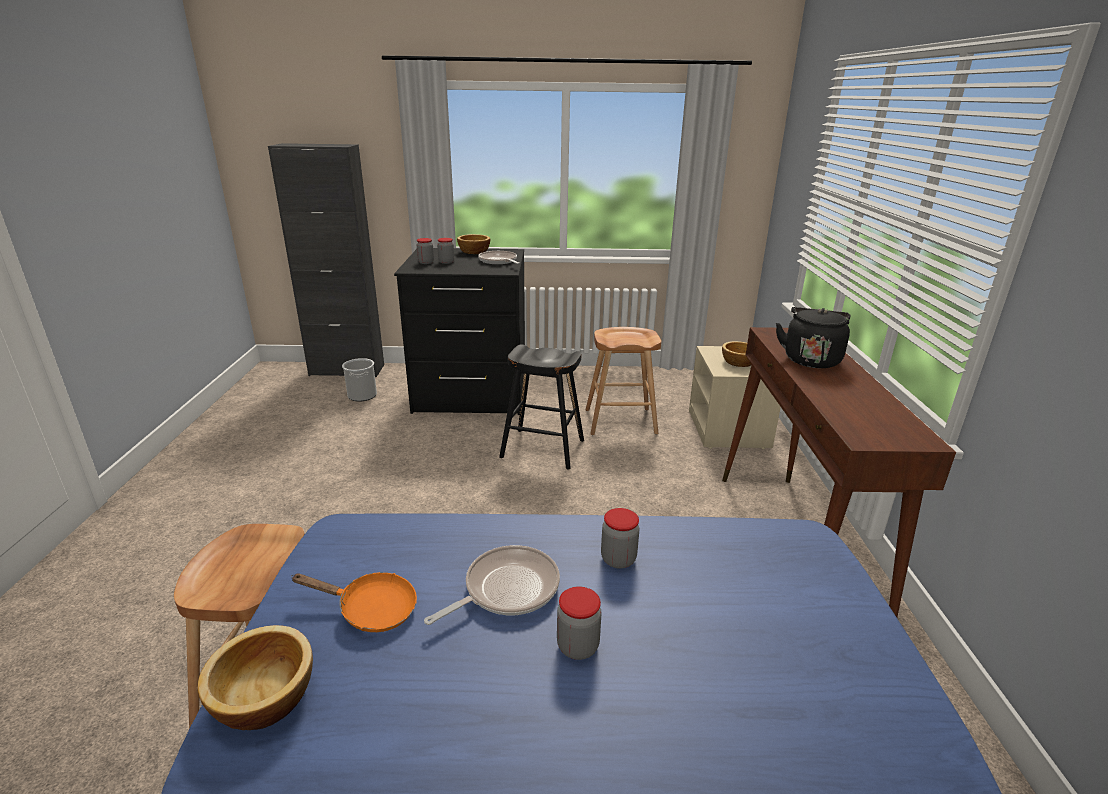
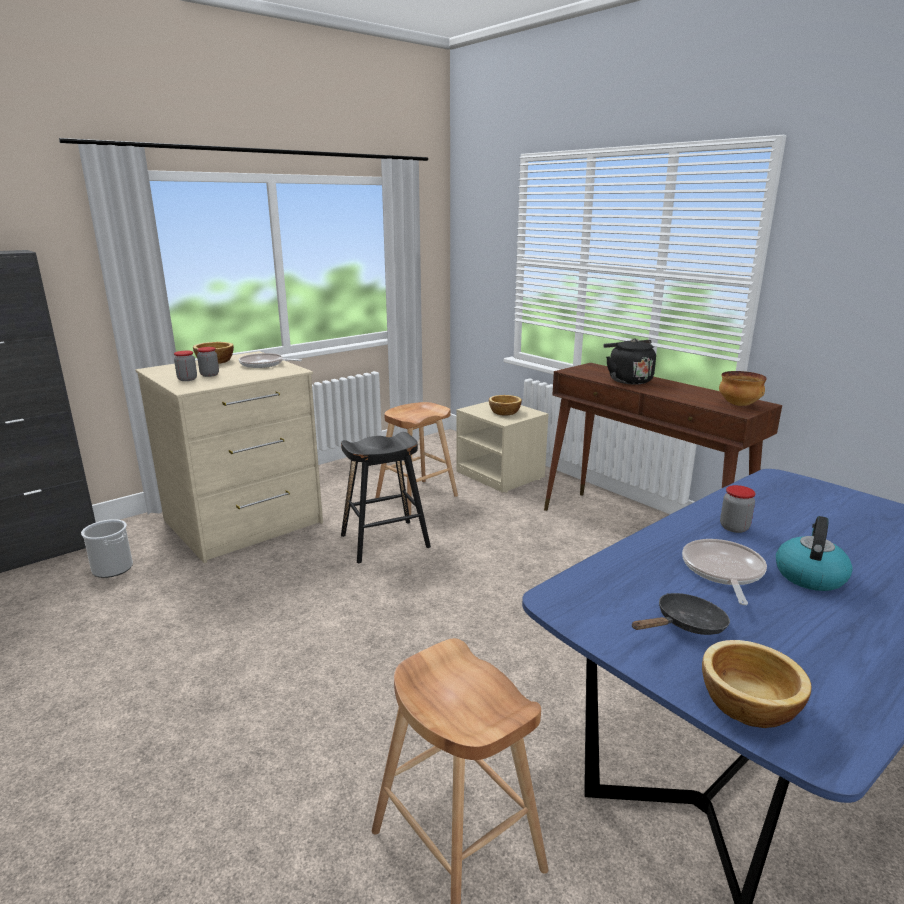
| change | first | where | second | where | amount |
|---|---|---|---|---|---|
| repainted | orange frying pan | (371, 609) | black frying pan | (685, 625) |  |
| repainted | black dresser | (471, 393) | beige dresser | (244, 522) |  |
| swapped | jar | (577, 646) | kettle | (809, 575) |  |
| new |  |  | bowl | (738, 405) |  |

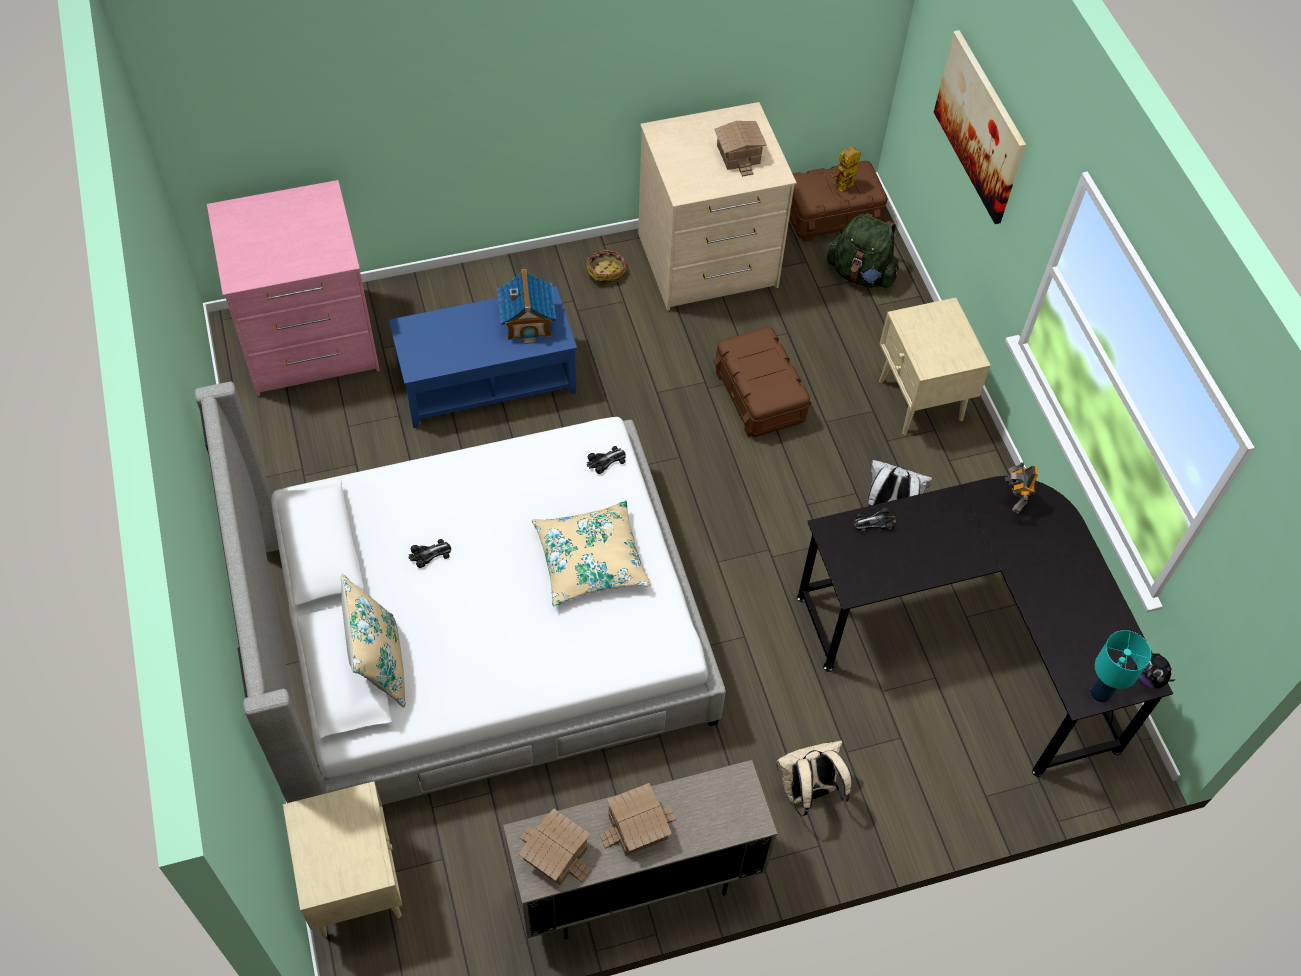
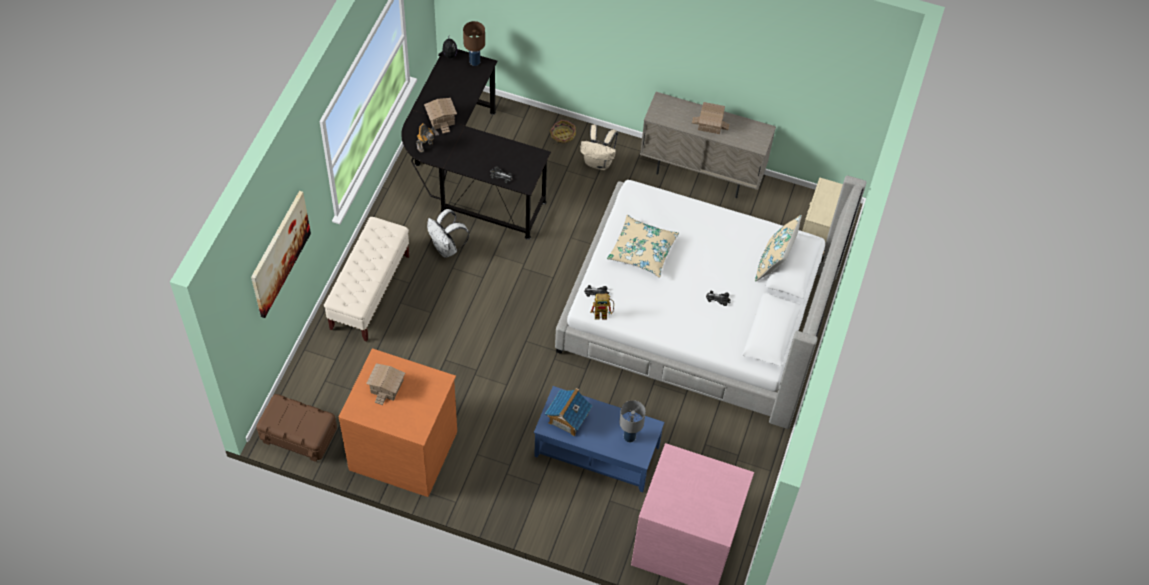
| change | first | where | second | where | amount |
|---|---|---|---|---|---|
| shifted | toy house | (556, 853) |  | (440, 119) |  |
| shifted | basket | (606, 271) |  | (562, 136) |  |
| repainted | beige dresser | (708, 262) | orange dresser | (404, 449) |  |
| gone | brown storage box | (758, 396) |  |  |  |
| gone | green backpack | (861, 274) |  |  |  |
| shifted | toy robot | (842, 188) |  | (603, 314) |  |
| swapped | beige nightstand | (920, 401) | beige bench | (370, 292) |  |
| repainted | turquoise table lamp | (1100, 692) | brown table lamp | (474, 62) |  |
| new |  |  | grey table lamp | (630, 437) |  |

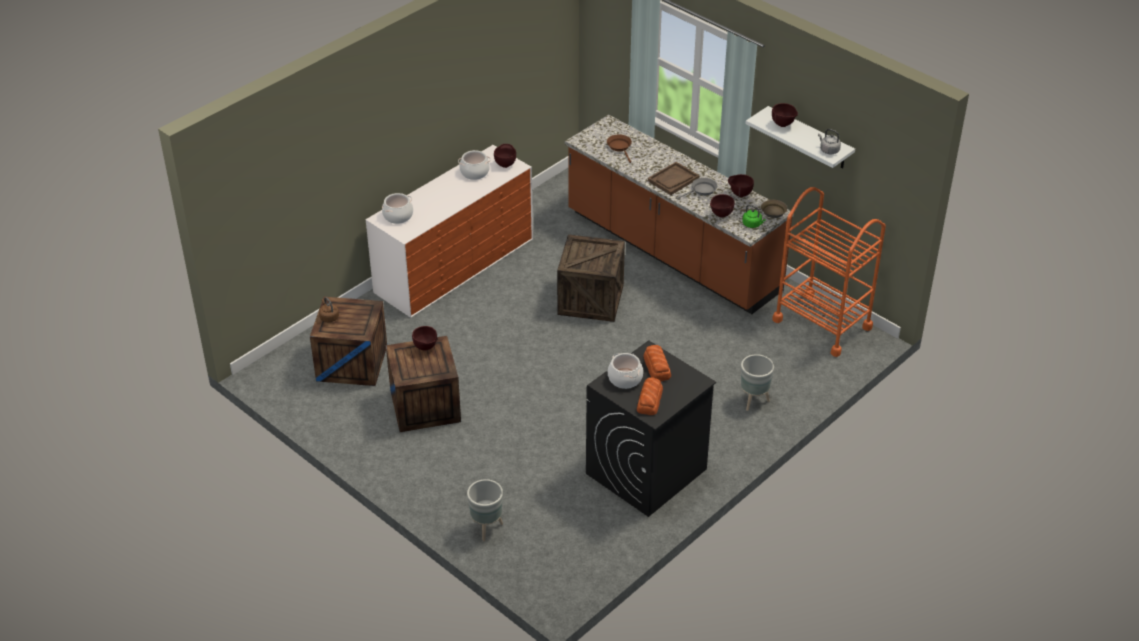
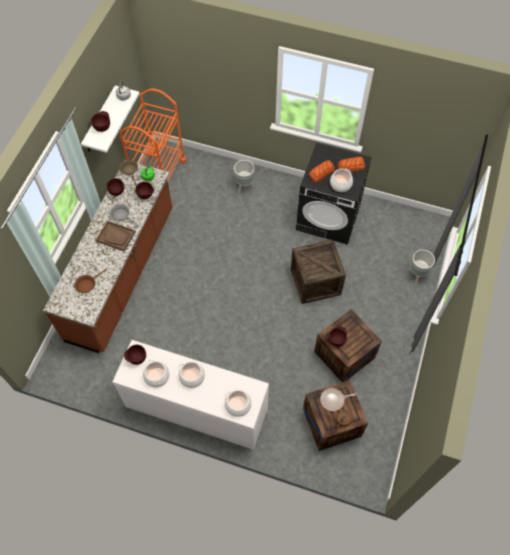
| change | first | where | second | where | amount |
|---|---|---|---|---|---|
| shifted | crate | (590, 299) |  | (315, 281) |  |
| new |  |  | cooking pot | (192, 377) |  |
| new |  |  | frying pan | (333, 400) |  |

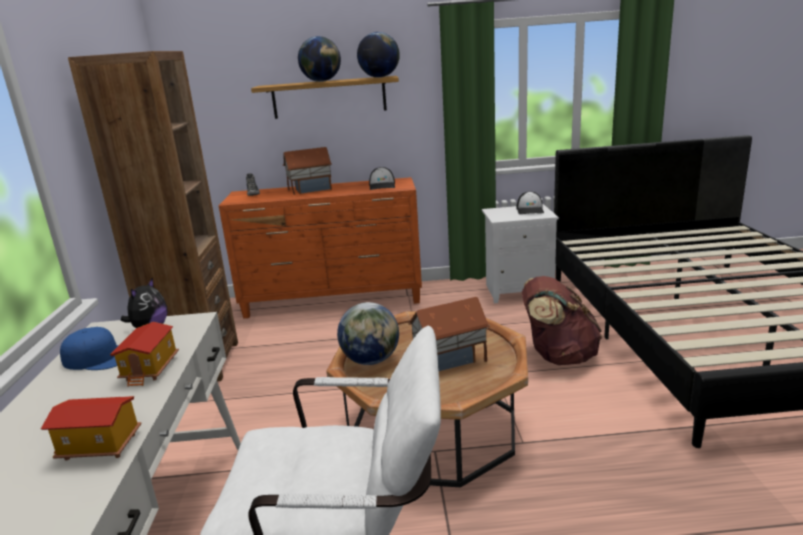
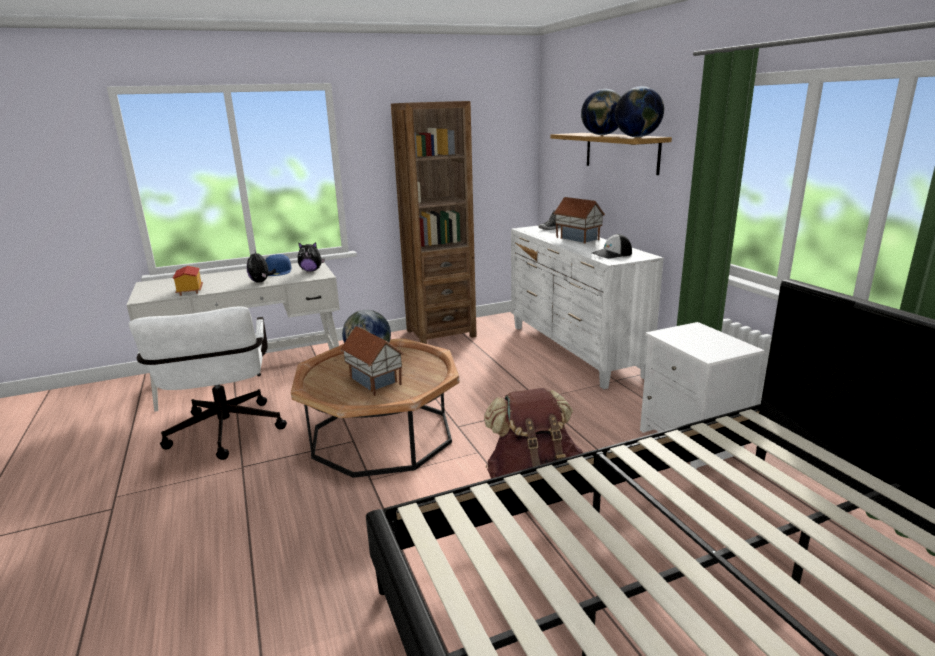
| change | first | where | second | where | amount |
|---|---|---|---|---|---|
| swapped | toy house | (151, 369) | plush toy | (261, 281) |  |
| repainted | orange dresser | (334, 301) | white dresser | (574, 351) |  |
| gone | cap | (530, 210) |  |  |  |

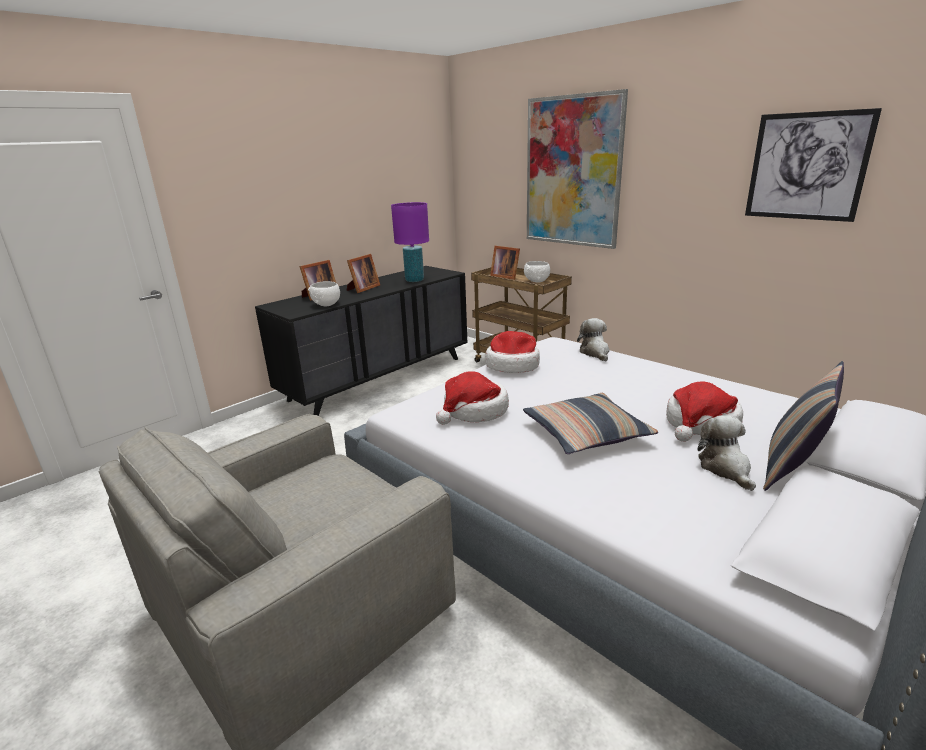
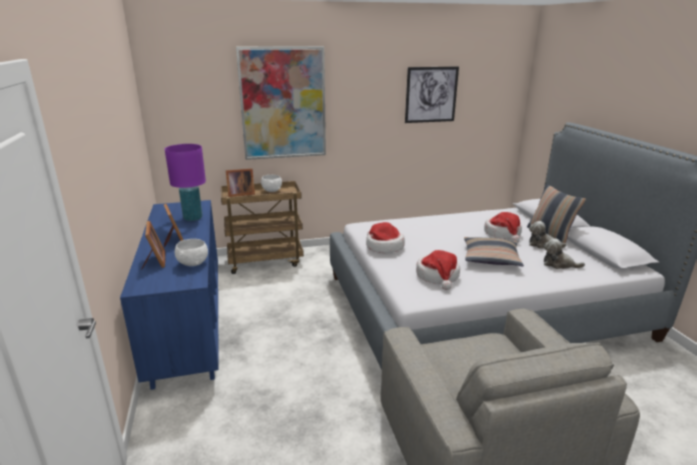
| change | first | where | second | where | amount |
|---|---|---|---|---|---|
| repainted | black dresser | (379, 378) | blue dresser | (188, 323) |  |
| shifted | plush toy | (595, 352) |  | (558, 264) |  |

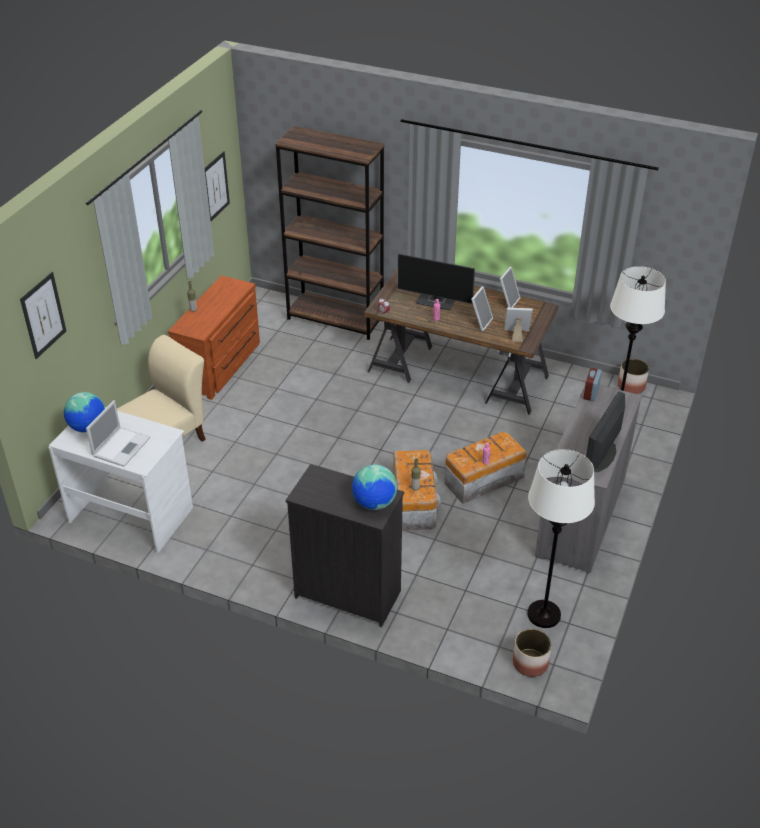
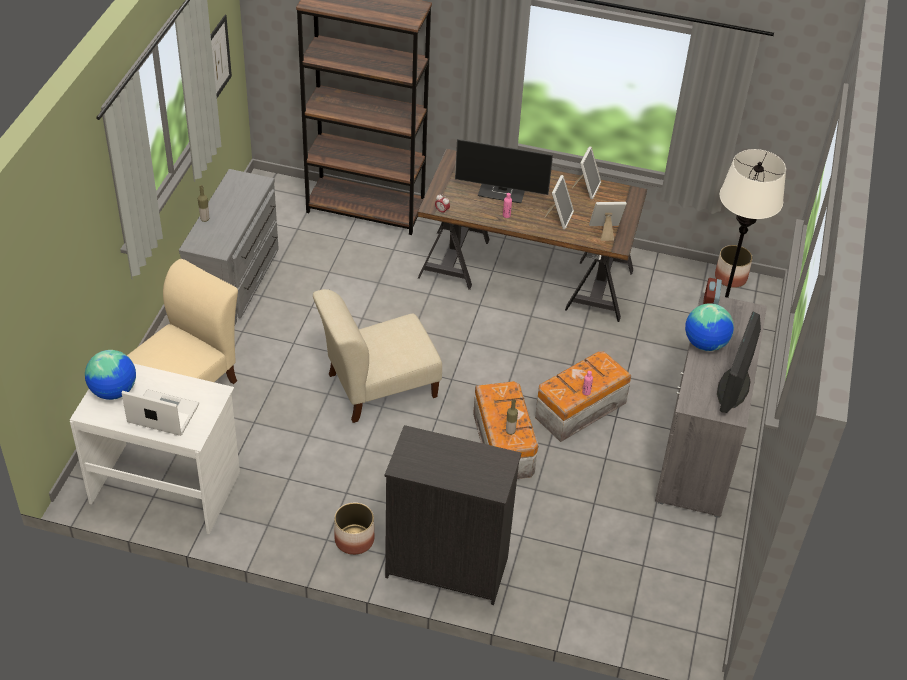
| change | first | where | second | where | amount |
|---|---|---|---|---|---|
| gone | picture | (43, 315) |  |  |  |
| rotated | laptop | (121, 446) |  | (162, 414) | 90 degrees counterclockwise |
| repainted | brown dresser | (222, 366) | grey dresser | (237, 281) |  |
| shifted | globe | (374, 503) |  | (705, 344) |  |
| shifted | planter | (530, 663) |  | (354, 540) |  |
| gone | white floor lamp | (543, 614) |  |  |  |
| new |  |  | beige chair | (377, 387) |  |

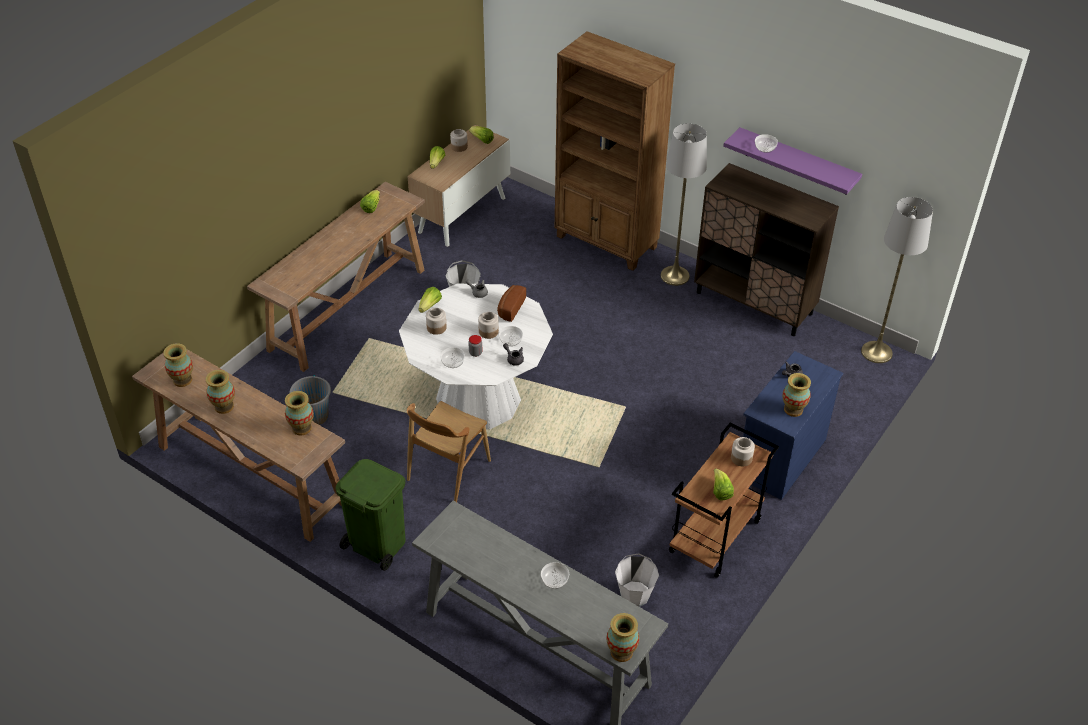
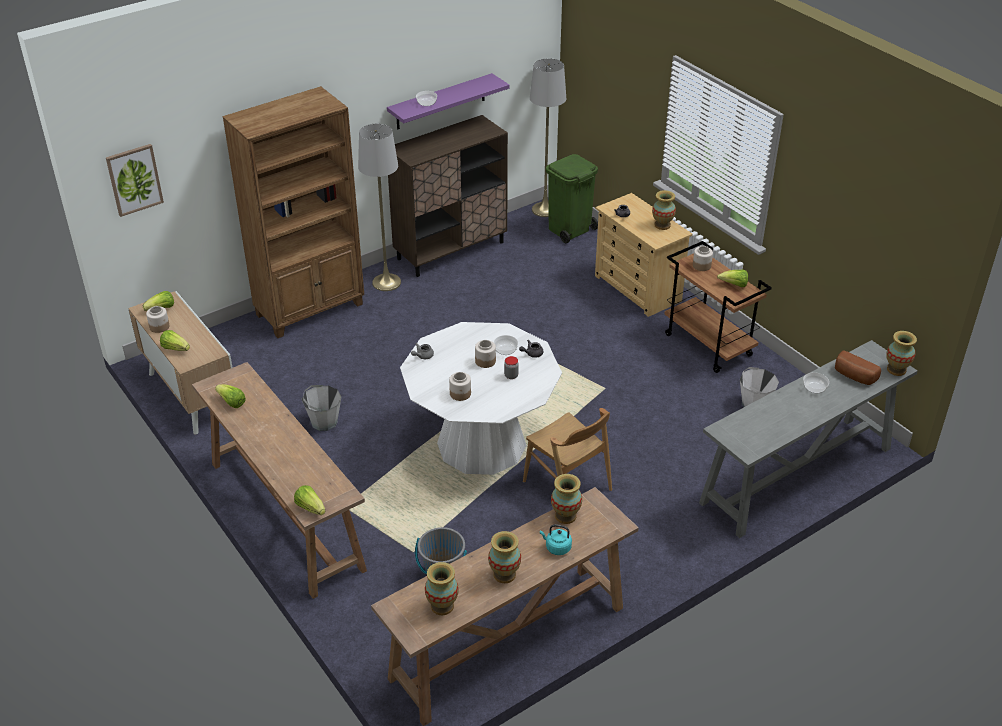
| change | first | where | second | where | amount |
|---|---|---|---|---|---|
| shifted | green trash can | (377, 544) |  | (569, 229) |  |
| shifted | lettuce | (430, 306) |  | (310, 507) |  |
| gone | bowl | (452, 362) |  |  |  |
| shifted | bread | (510, 308) |  | (853, 376) |  |
| repainted | blue dresser | (781, 458) | beige dresser | (638, 288) |  |
| new |  |  | picture | (134, 179) |  |
| new |  |  | turquoise kettle | (556, 547) |  |

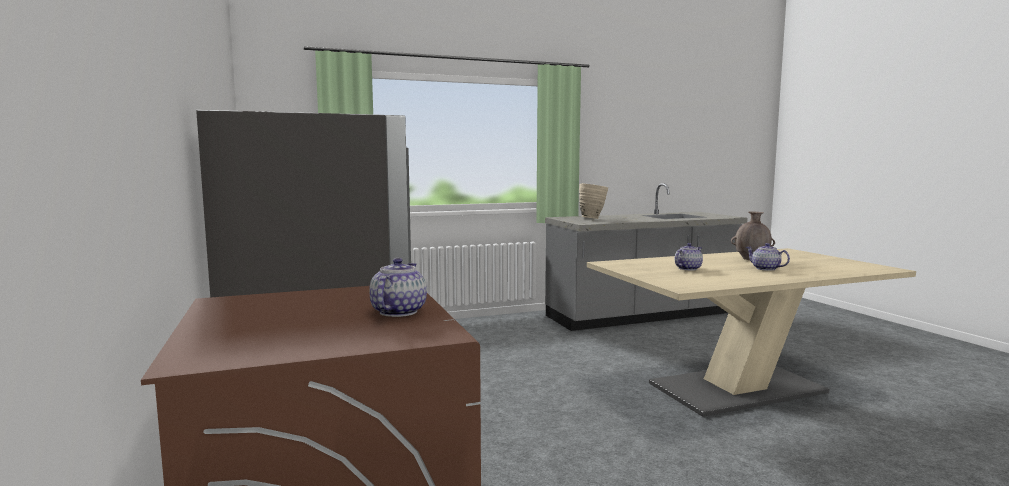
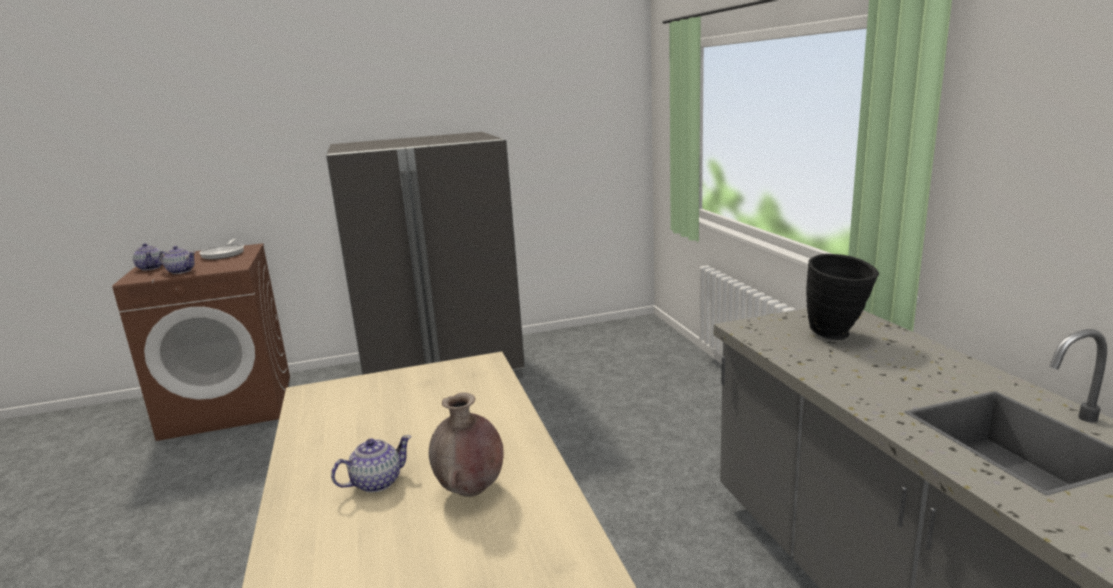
| change | first | where | second | where | amount |
|---|---|---|---|---|---|
| repainted | beige vase | (593, 218) | black vase | (837, 336) |  |
| shifted | teapot | (687, 268) |  | (151, 268) |  |
| new |  |  | frying pan | (224, 254) |  |

